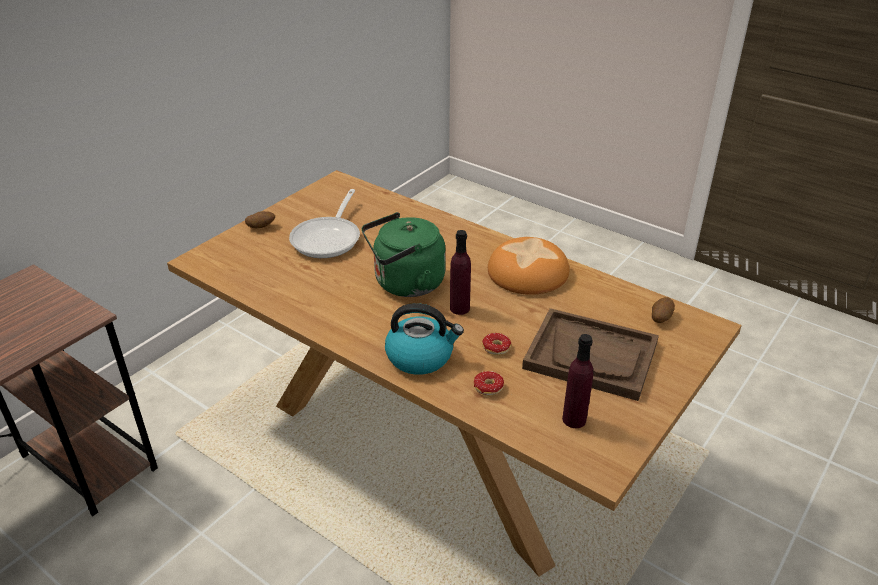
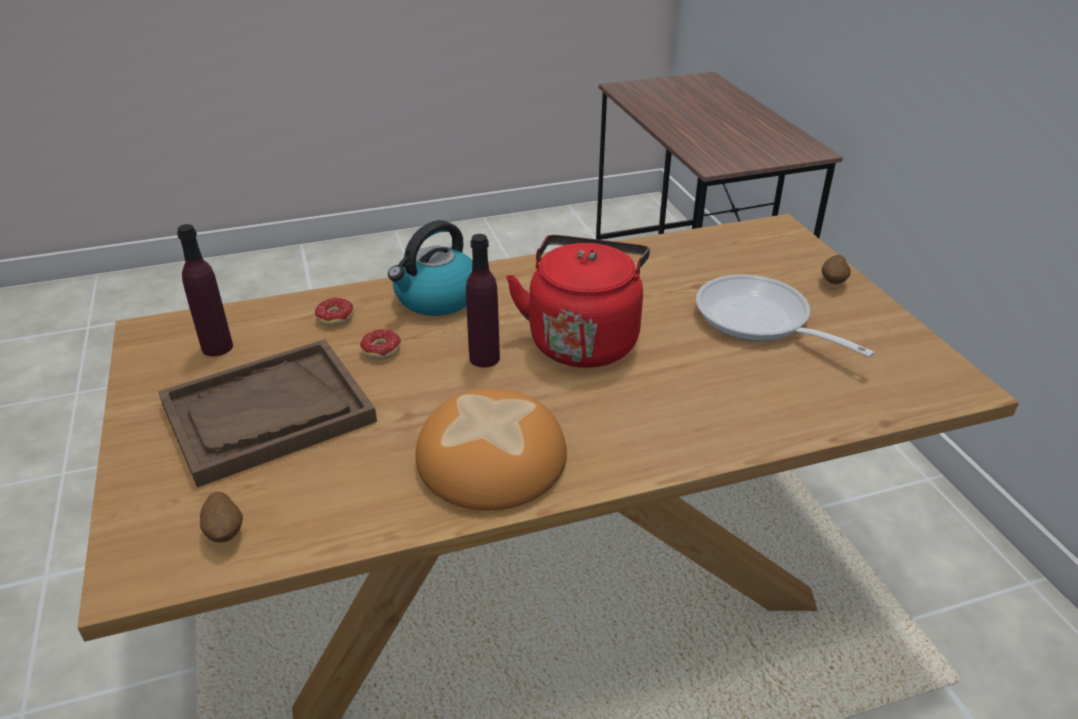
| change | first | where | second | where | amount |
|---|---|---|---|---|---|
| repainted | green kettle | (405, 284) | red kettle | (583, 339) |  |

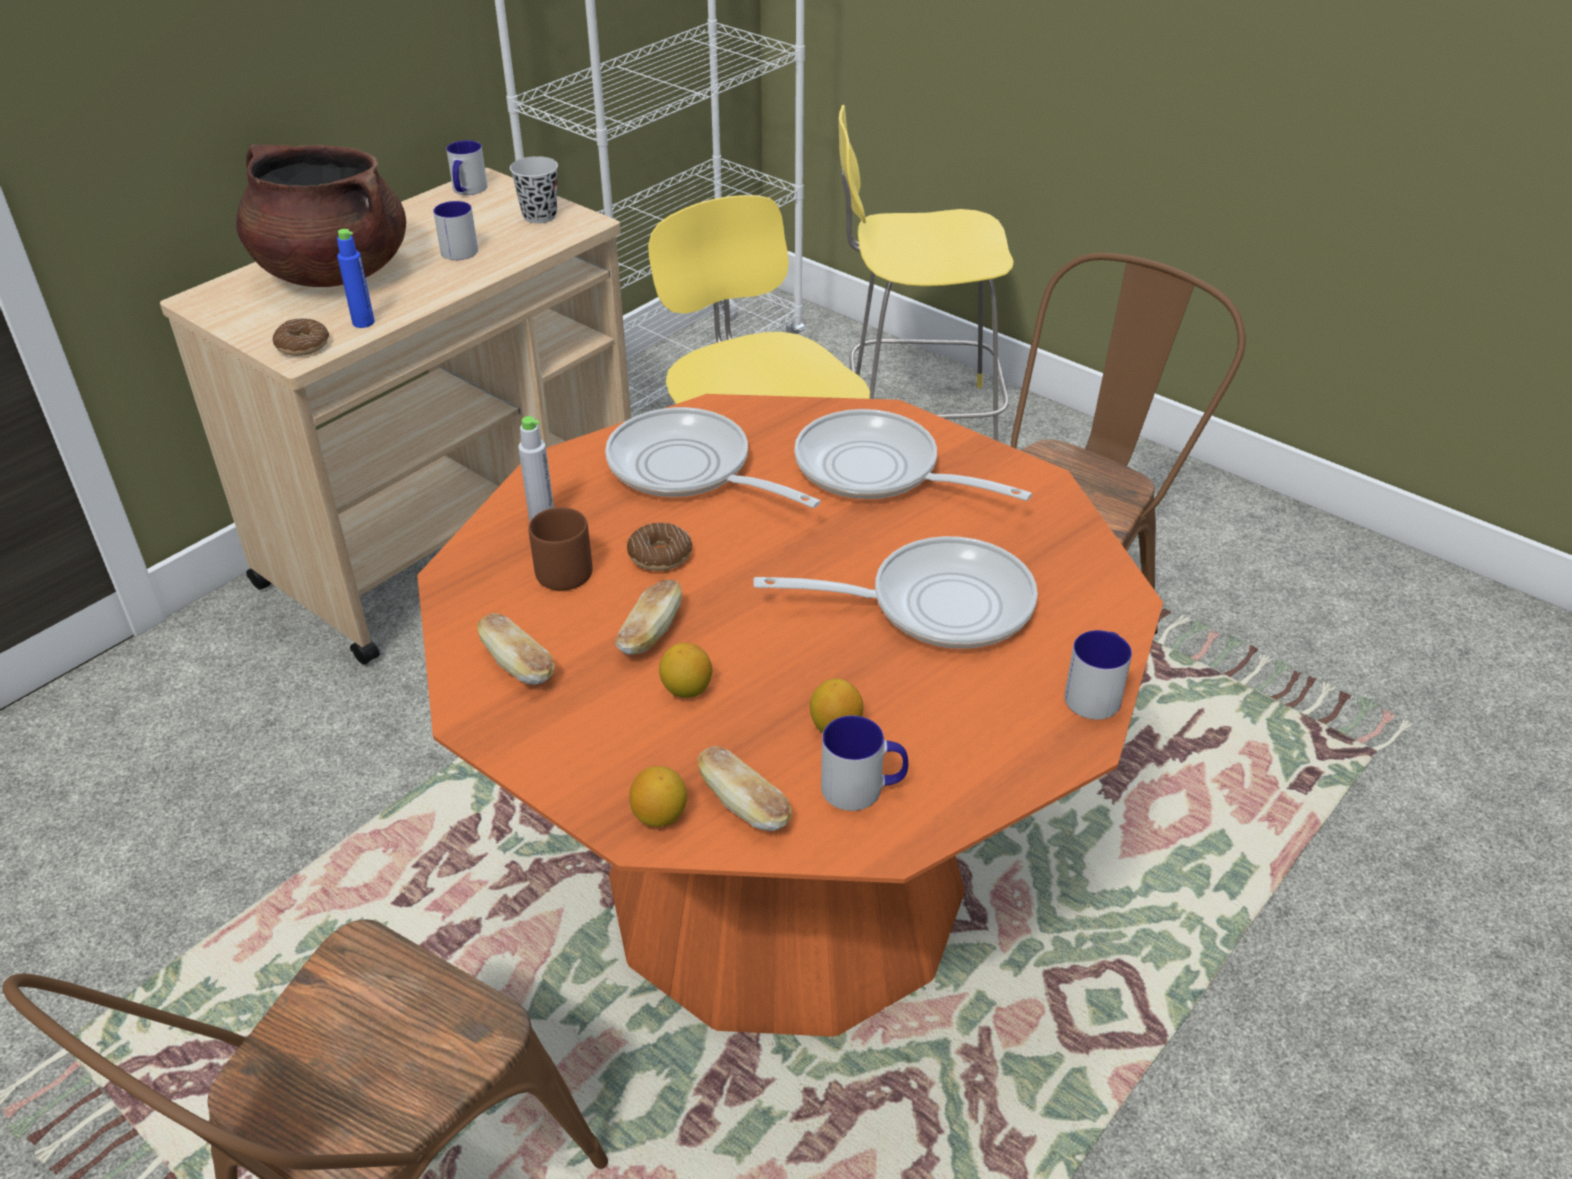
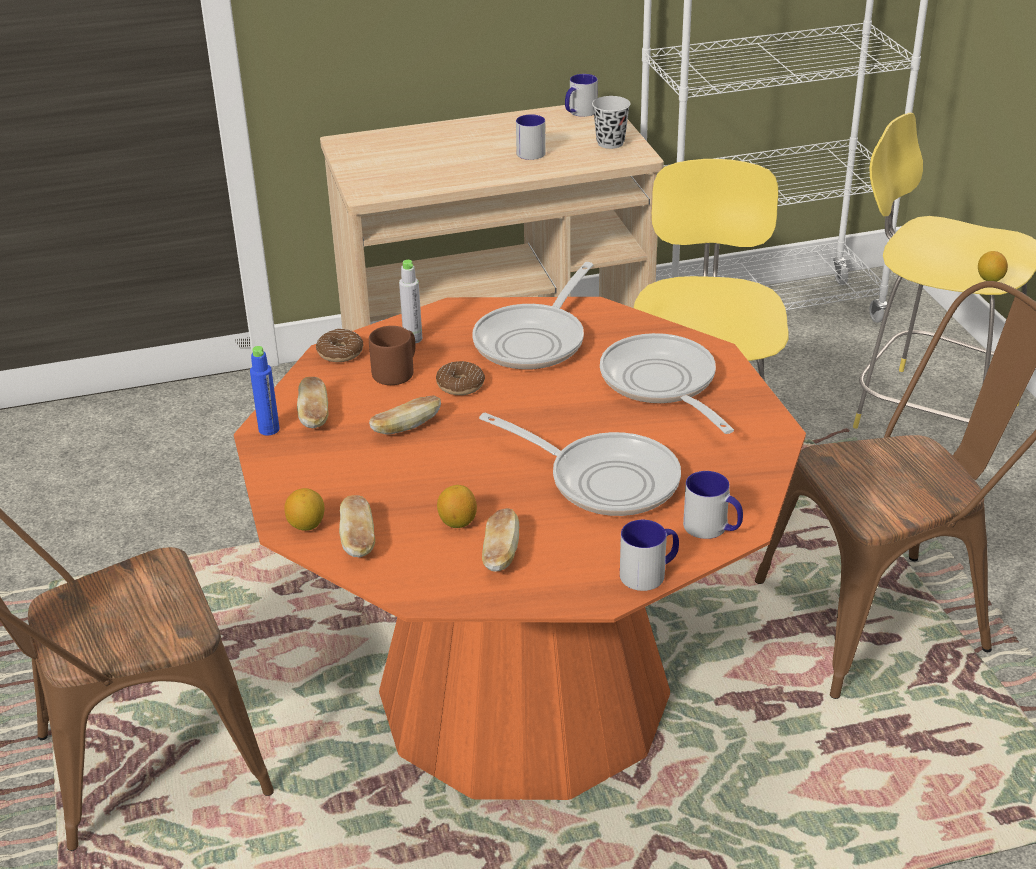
| change | first | where | second | where | amount |
|---|---|---|---|---|---|
| gone | brown cooking pot | (332, 272) |  |  |  |
| shifted | donut | (302, 345) |  | (340, 352) |  |
| shifted | blue bottle | (363, 322) |  | (269, 429) |  |
| rotated | frying pan | (688, 470) |  | (534, 340) | 135 degrees counterclockwise |
| shifted | lemon | (687, 689) |  | (990, 279) |  |
| shifted | mug | (863, 788) |  | (712, 528) |  |
| new |  |  | bread | (500, 554) |  |

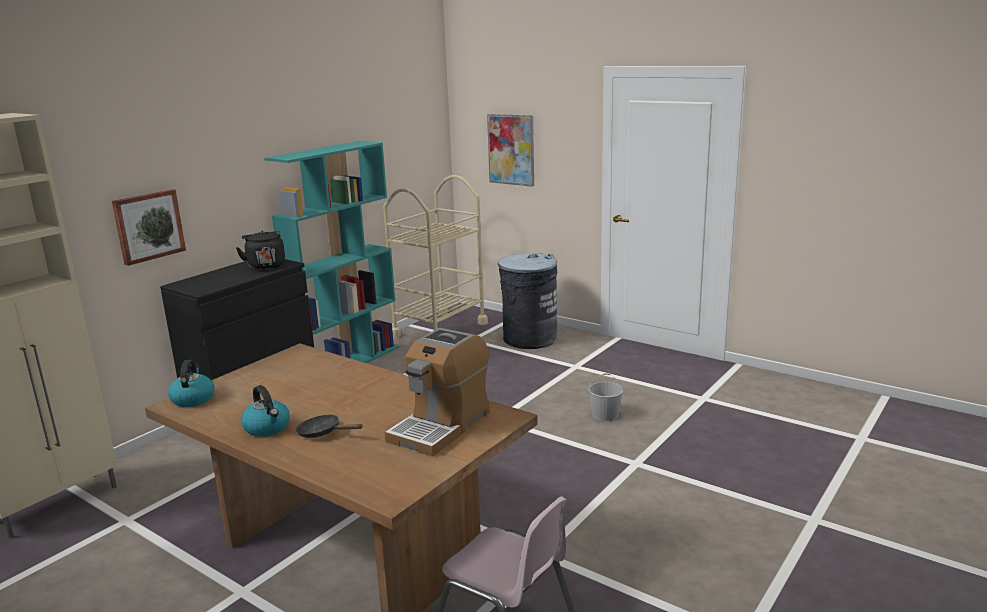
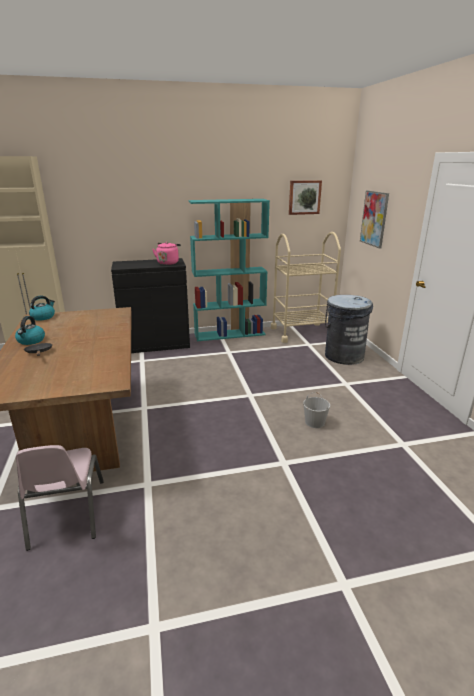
| change | first | where | second | where | amount |
|---|---|---|---|---|---|
| shifted | picture | (148, 226) |  | (304, 197) |  |
| repainted | black kettle | (265, 265) | pink kettle | (168, 263) |  |
| gone | coffee machine | (441, 426) |  |  |  |

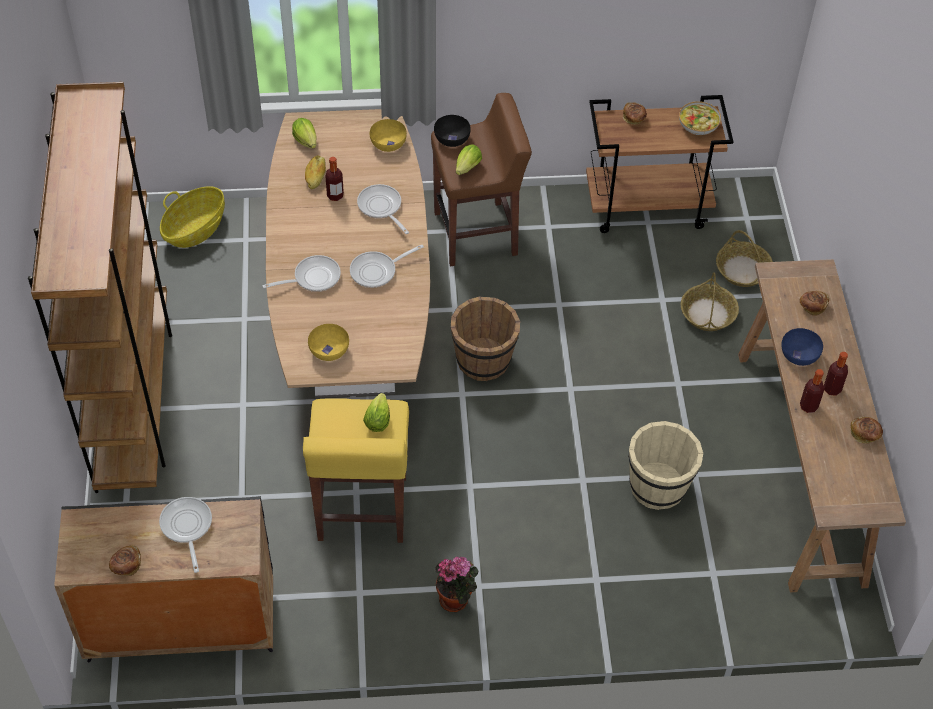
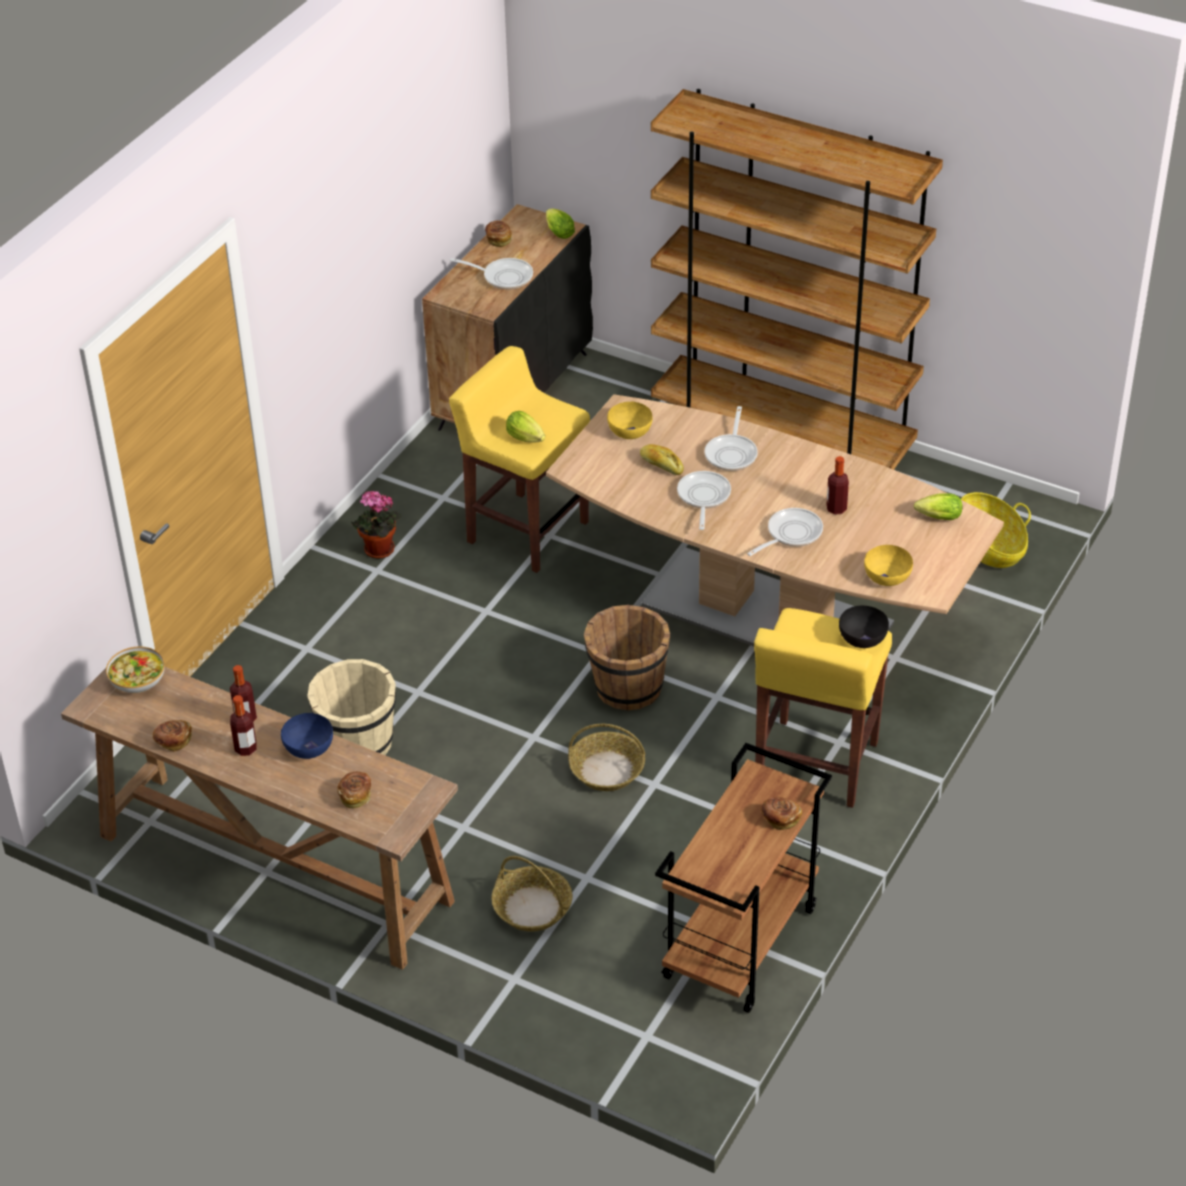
| change | first | where | second | where | amount |
|---|---|---|---|---|---|
| shifted | bread | (316, 176) |  | (661, 465) |  |
| rotated | frying pan | (381, 208) |  | (790, 534) | 45 degrees counterclockwise |
| repainted | brown stool | (477, 234) | yellow stool | (815, 764) |  |
| shifted | lettuce | (466, 169) |  | (558, 232) |  |
| shifted | bowl | (698, 125) |  | (138, 679) |  |
| shifted | basket | (742, 270) |  | (607, 770) |  |

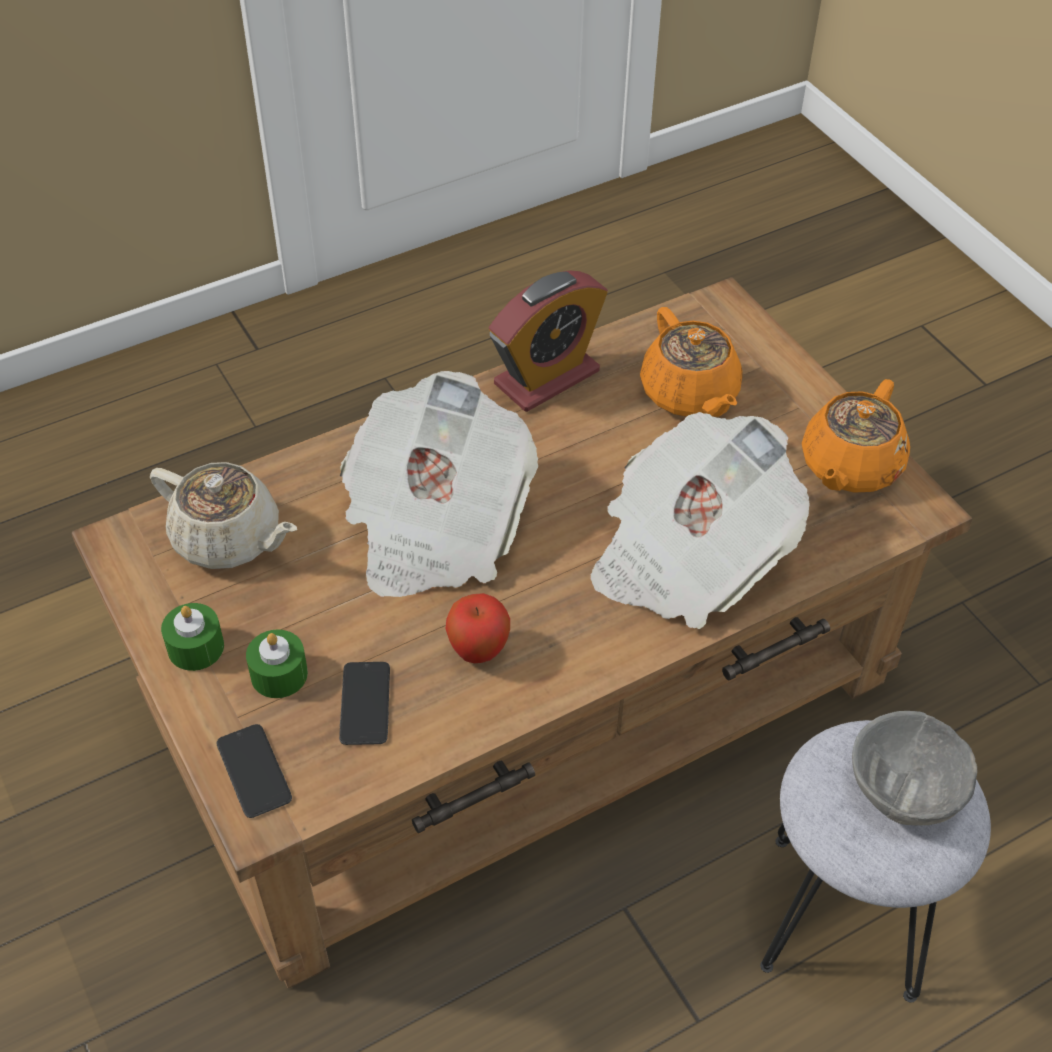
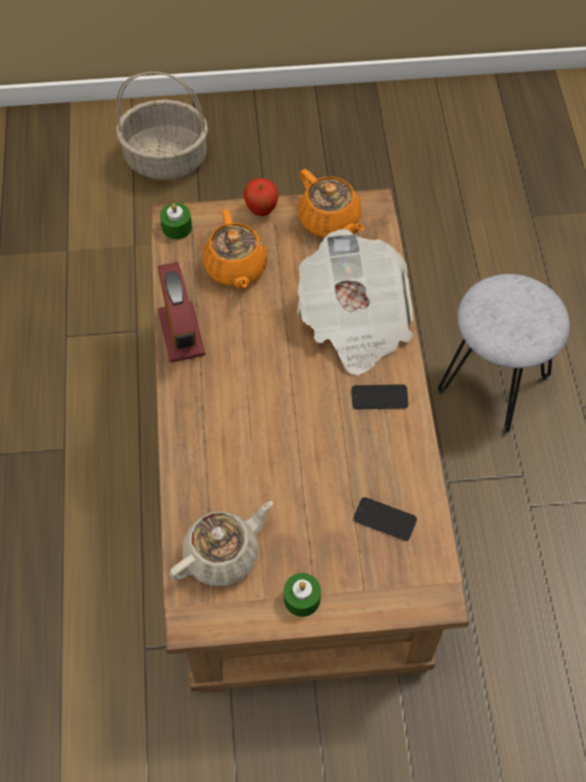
| change | first | where | second | where | amount |
|---|---|---|---|---|---|
| shifted | phone | (254, 771) |  | (379, 397) |  |
| shifted | green candle | (279, 674) |  | (177, 227) |  |
| gone | newspaper | (434, 525) |  |  |  |
| shifted | apple | (478, 651) |  | (261, 210) |  |
| rotated | orange teapot | (690, 394) |  | (236, 268) | 75 degrees clockwise |
| gone | grey bowl | (905, 789) |  |  |  |
| new |  |  | basket | (165, 159) |  |

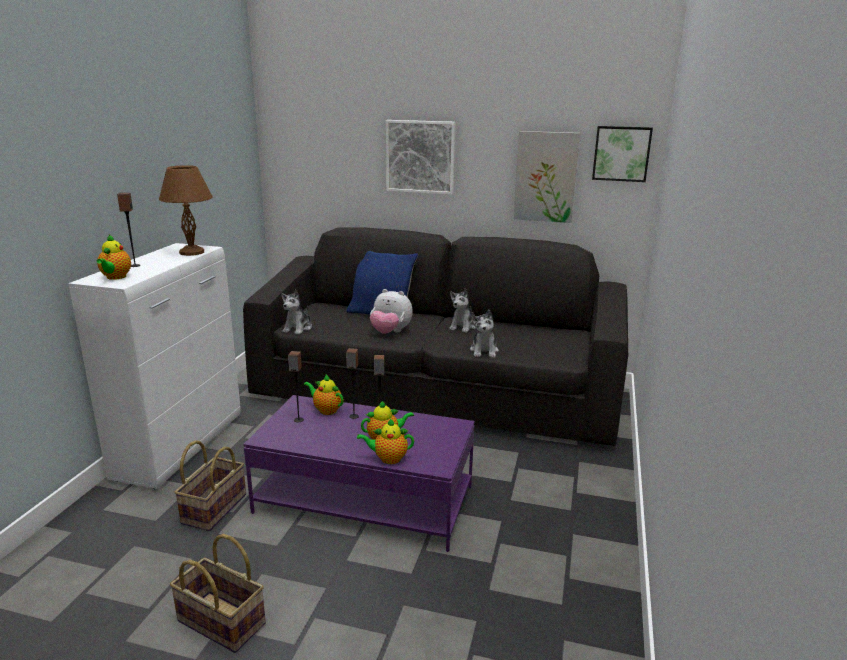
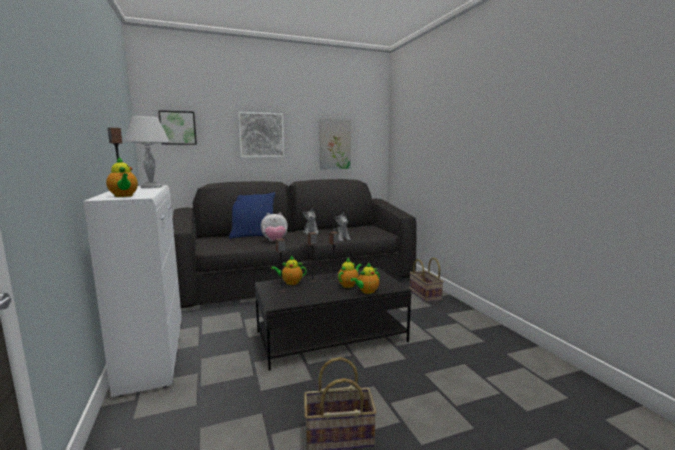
| change | first | where | second | where | amount |
|---|---|---|---|---|---|
| repainted | brown table lamp | (192, 252) | white table lamp | (152, 187) |  |
| shifted | basket | (213, 508) |  | (424, 295) |  |
| repainted | purple coffee table | (365, 499) | black coffee table | (331, 336) |  |
| gone | plush toy | (298, 328) |  |  |  |
| shifted | picture | (621, 153) |  | (178, 128) |  |

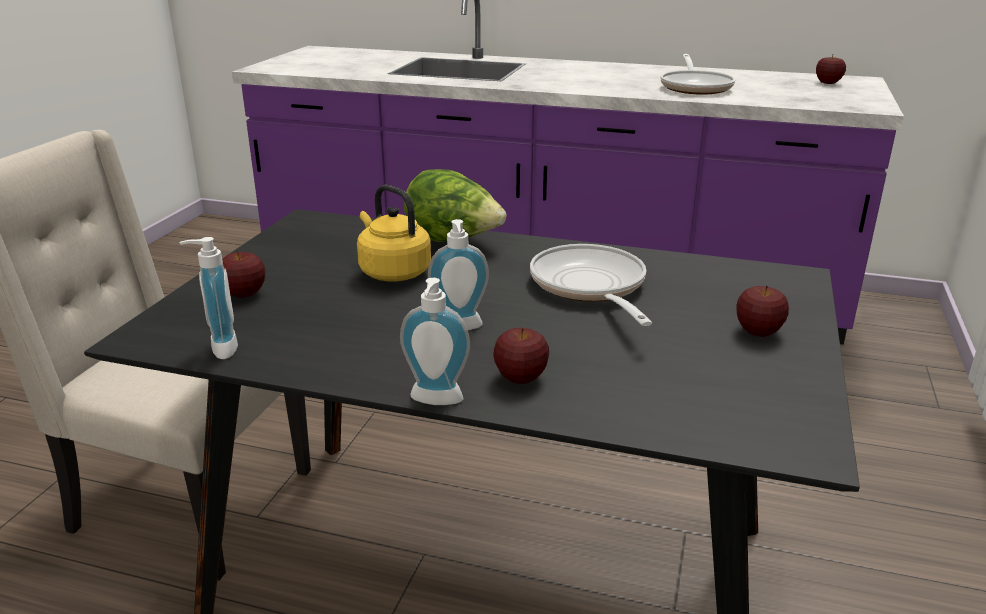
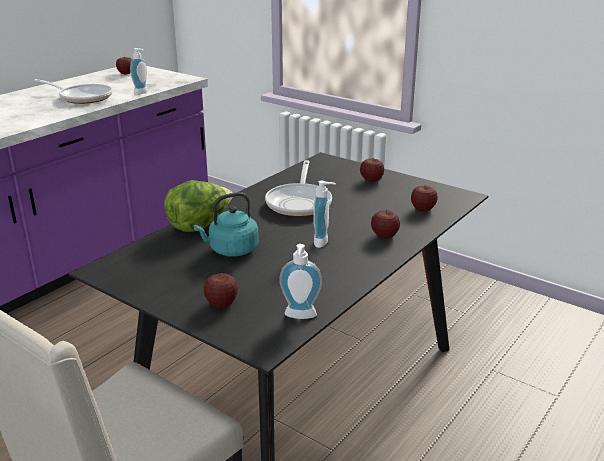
| change | first | where | second | where | amount |
|---|---|---|---|---|---|
| repainted | yellow kettle | (392, 272) | turquoise kettle | (231, 250) |  |
| shifted | soap dispenser | (435, 401) |  | (142, 93) |  |
| rotated | frying pan | (590, 287) |  | (300, 202) | 90 degrees counterclockwise |
| new |  |  | apple | (423, 209) |  |

